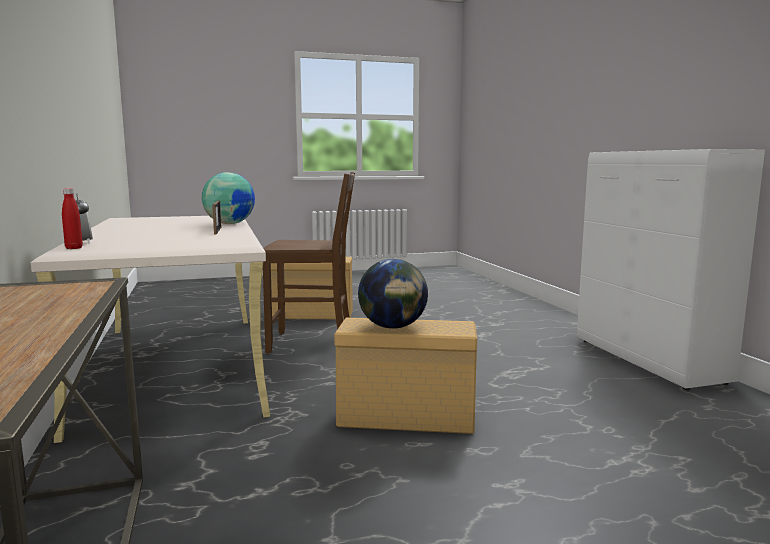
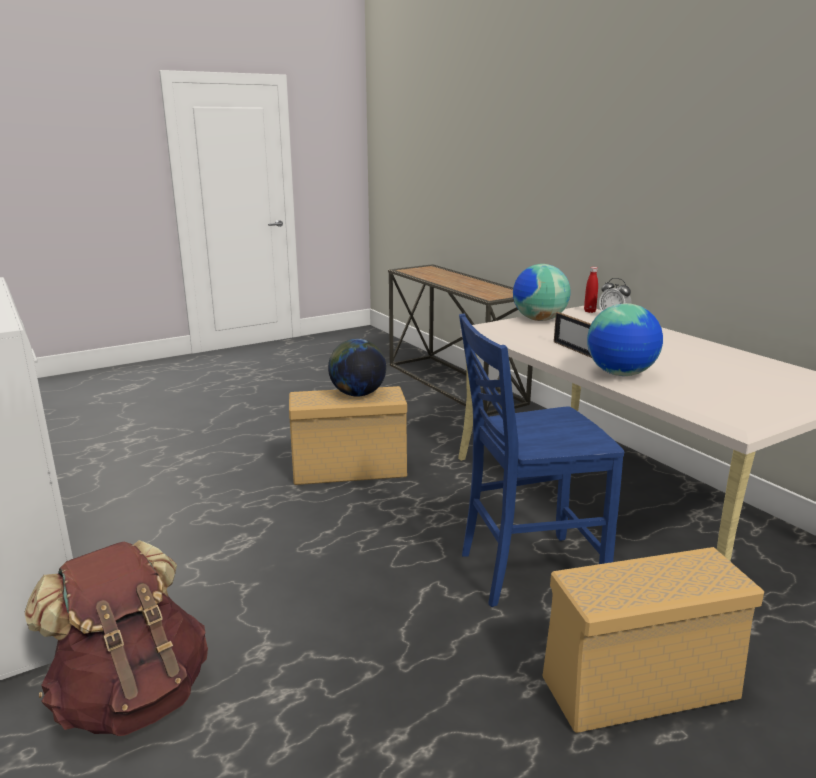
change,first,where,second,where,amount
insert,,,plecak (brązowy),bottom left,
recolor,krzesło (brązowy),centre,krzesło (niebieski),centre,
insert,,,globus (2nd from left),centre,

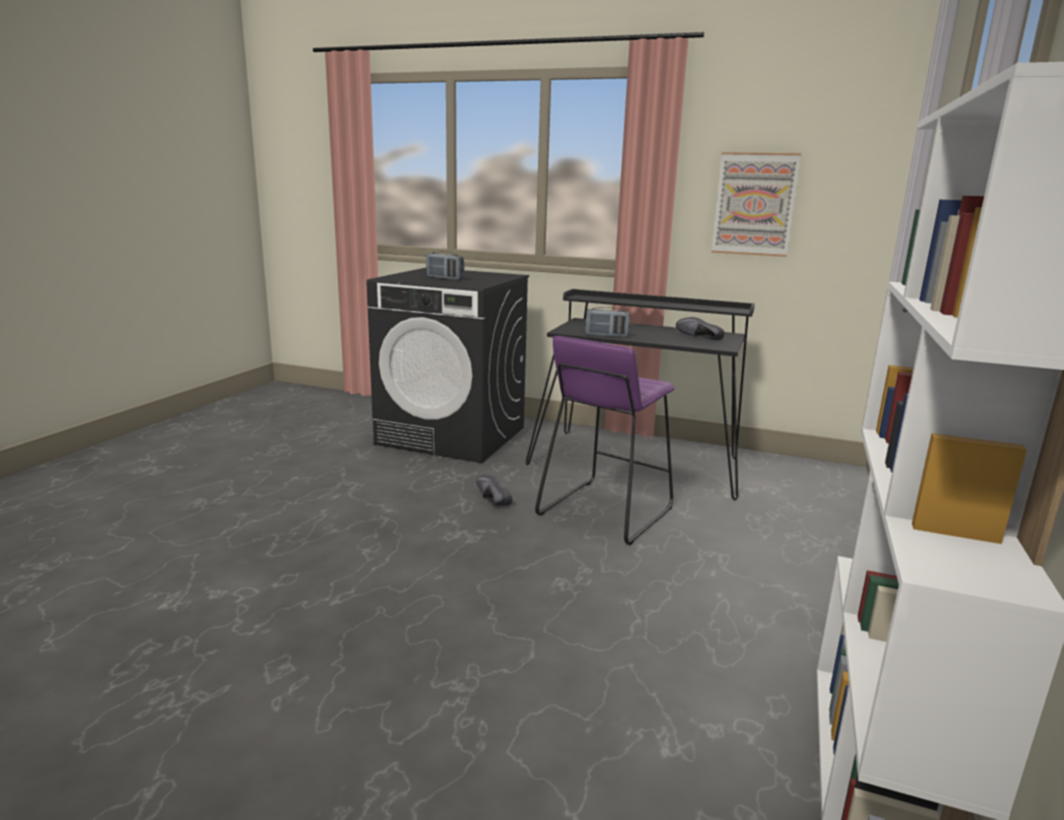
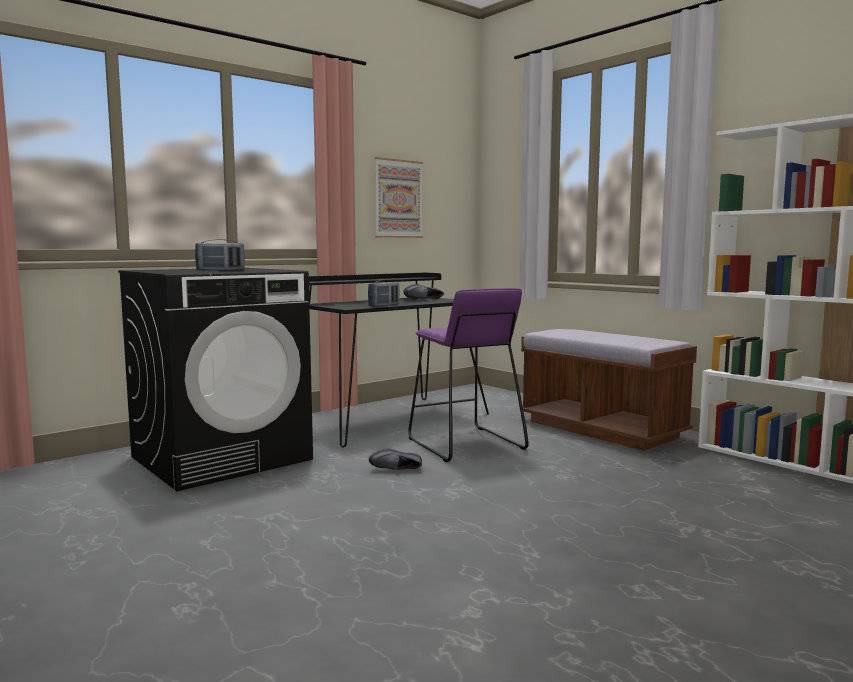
change,first,where,second,where,amount
insert,,,ławka (brązowy),middle right,

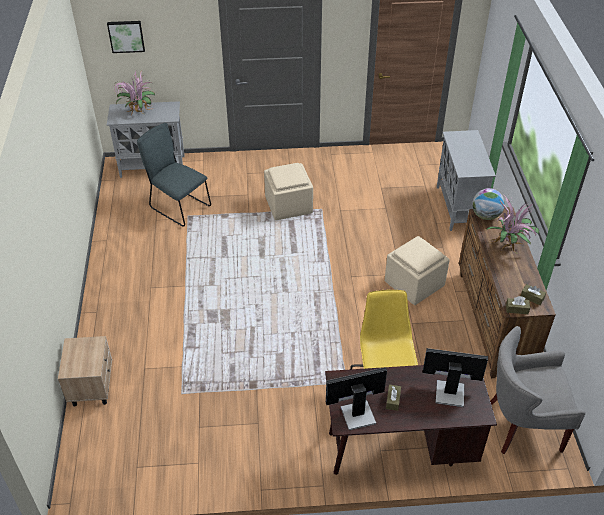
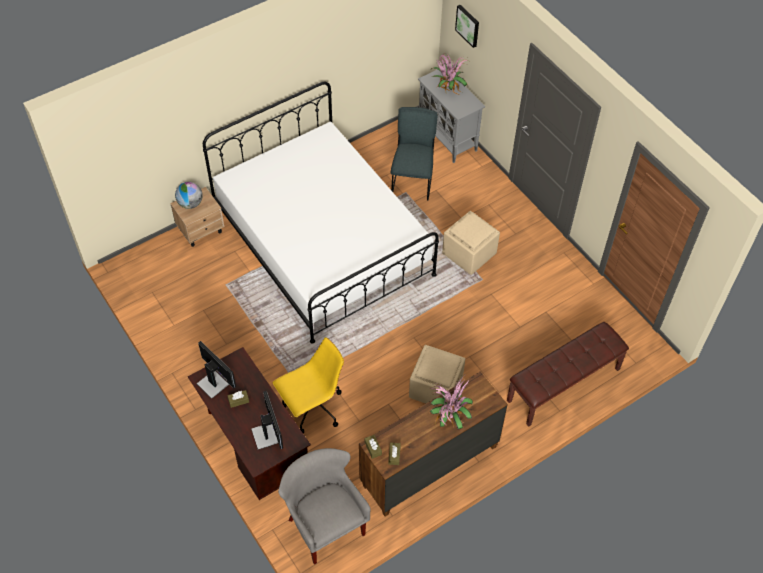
change,first,where,second,where,amount
move,globus,middle right,,middle left,
insert,,,łóżko (biały),centre,
replace,szafka (szary) (2nd from left),middle right,ławka (brązowy),middle right,

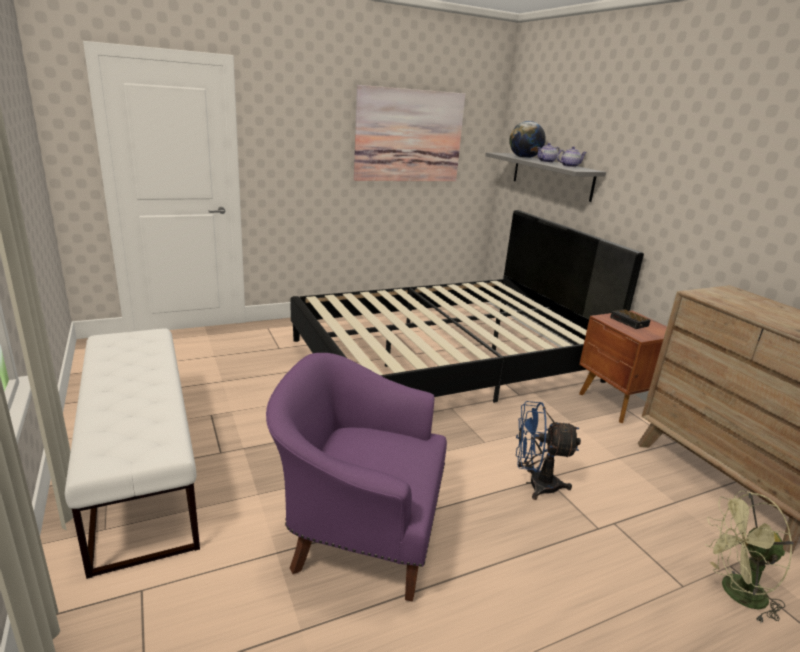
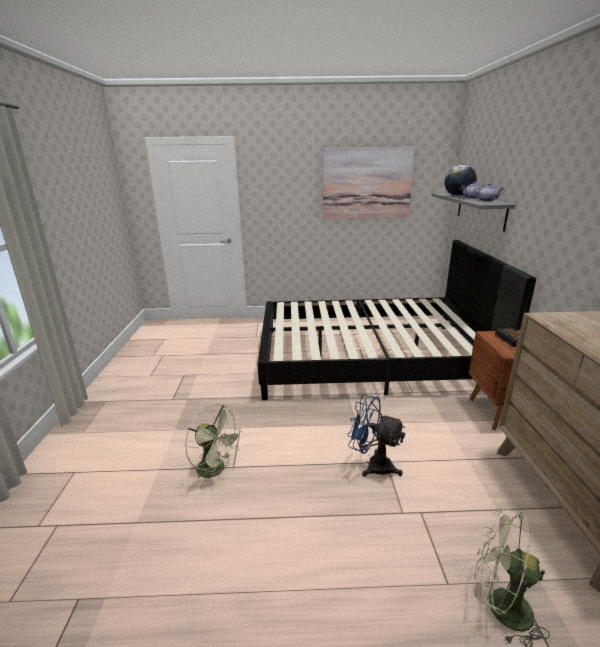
change,first,where,second,where,amount
replace,fotel (fioletowy),bottom centre,wentylator (zielony) (1st from left),bottom centre,
delete,ławka (biały),bottom left,,,

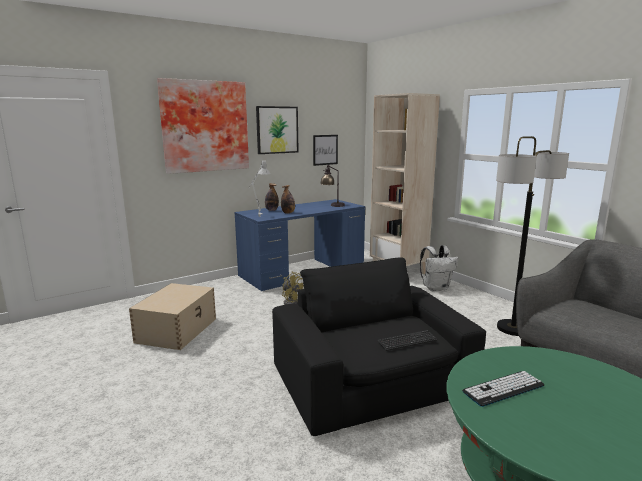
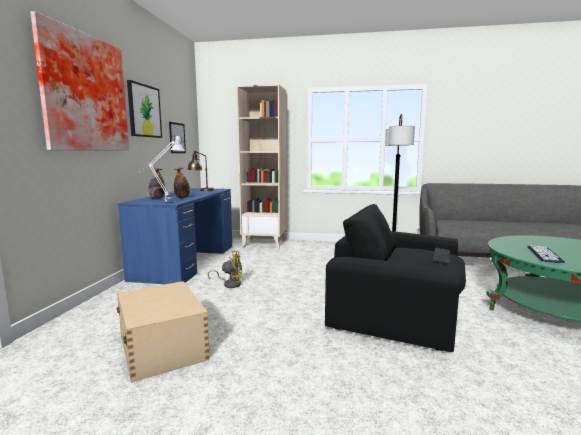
change,first,where,second,where,amount
delete,plecak (biały),middle right,,,

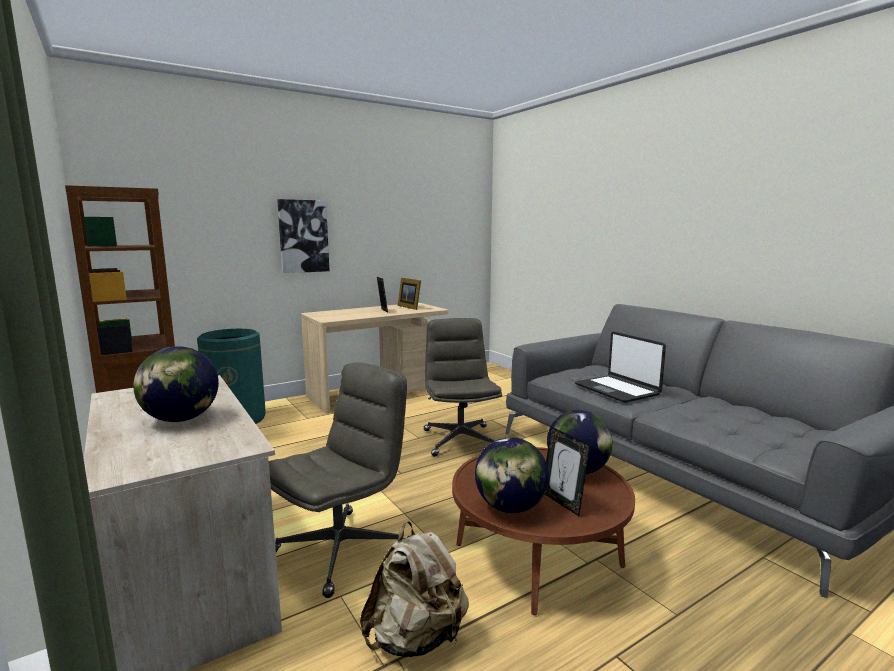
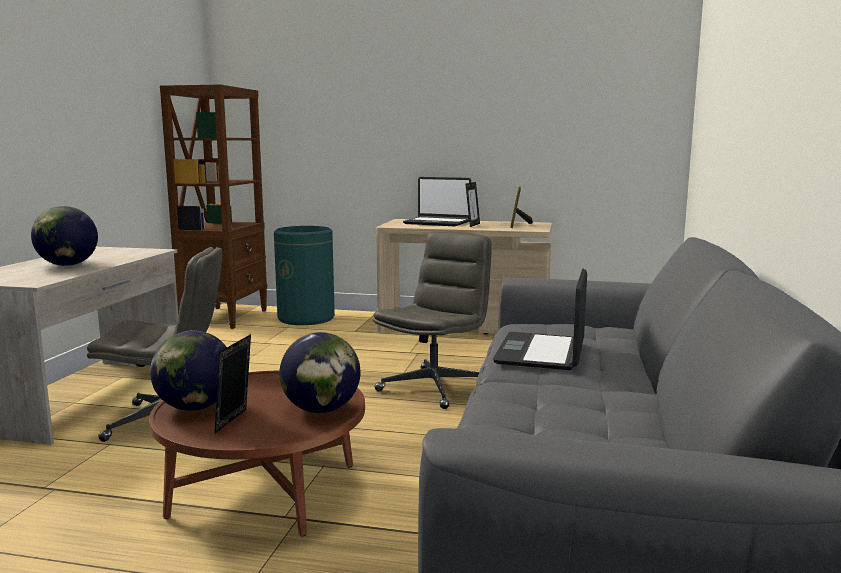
change,first,where,second,where,amount
insert,,,laptop (1st from left),centre,
delete,obraz,centre,,,
delete,plecak (beżowy),bottom centre,,,

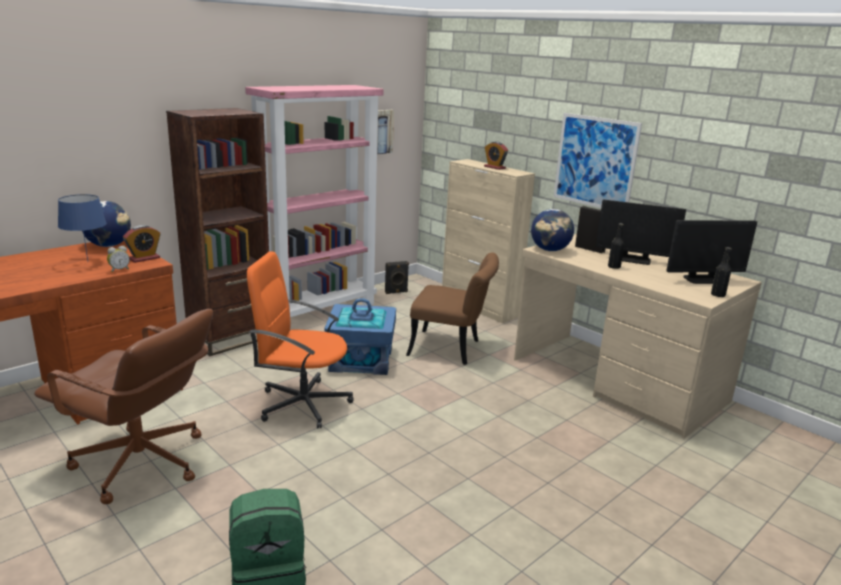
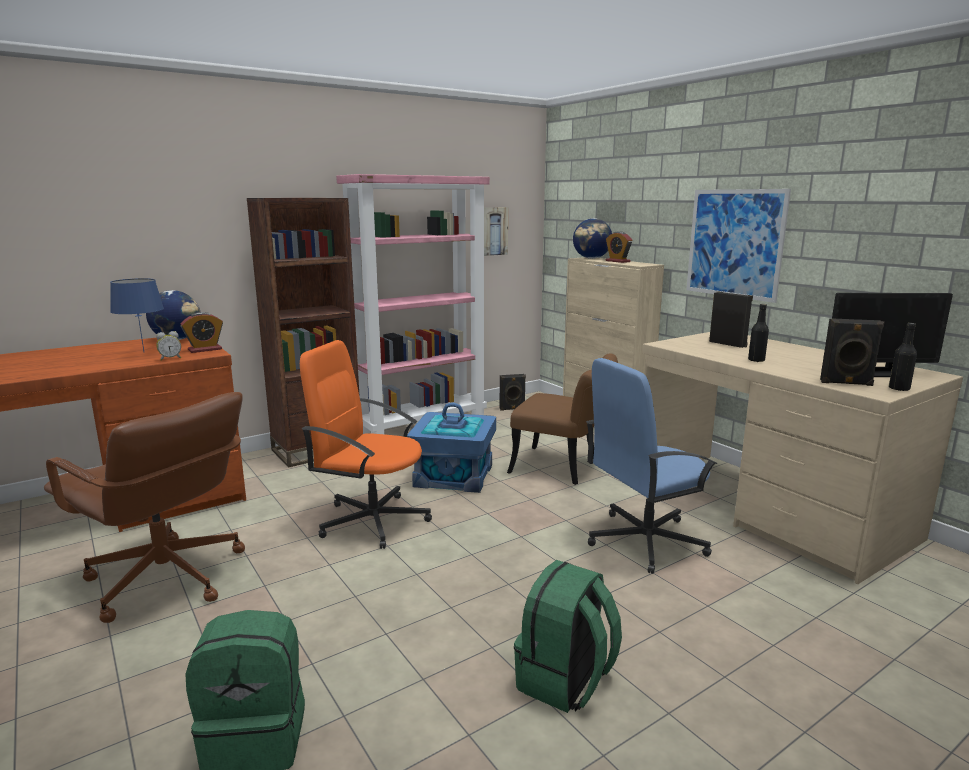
change,first,where,second,where,amount
insert,,,plecak (zielony) (2nd from left),bottom centre,
move,globus (2nd from left),centre,,top centre,
insert,,,krzesło biurowe (niebieski),middle right,
insert,,,głośnik (czarny) (3rd from left),middle right,
delete,monitor (1st from left),middle right,,,

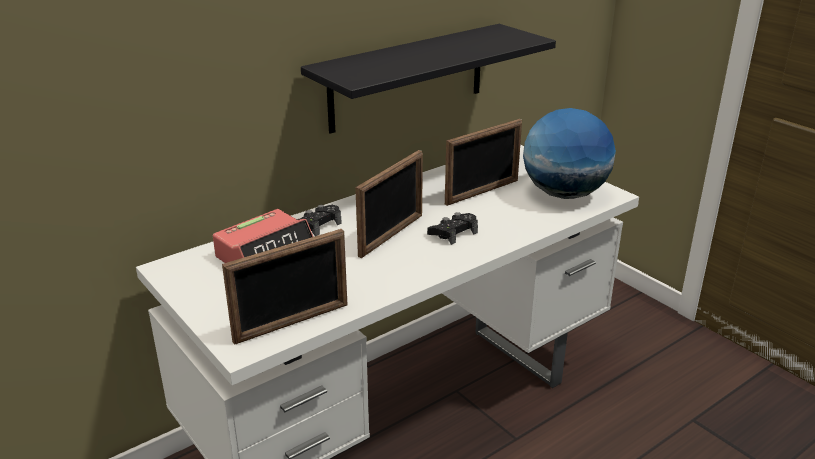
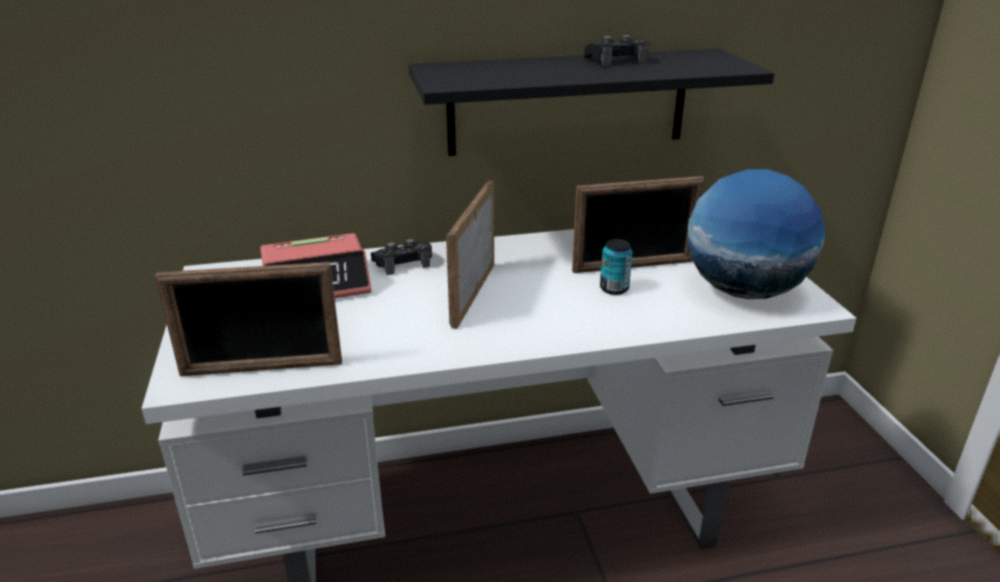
change,first,where,second,where,amount
rotate,ramka na zdjęcie (2nd from left),centre,,centre,135 degrees clockwise
move,pad do gier (czarny) (2nd from left),centre,,top centre,
insert,,,puszka,centre,

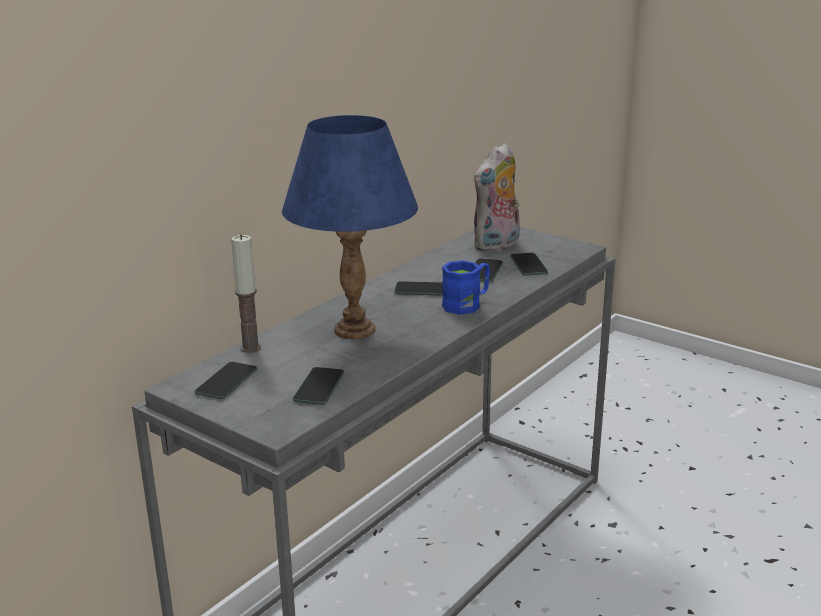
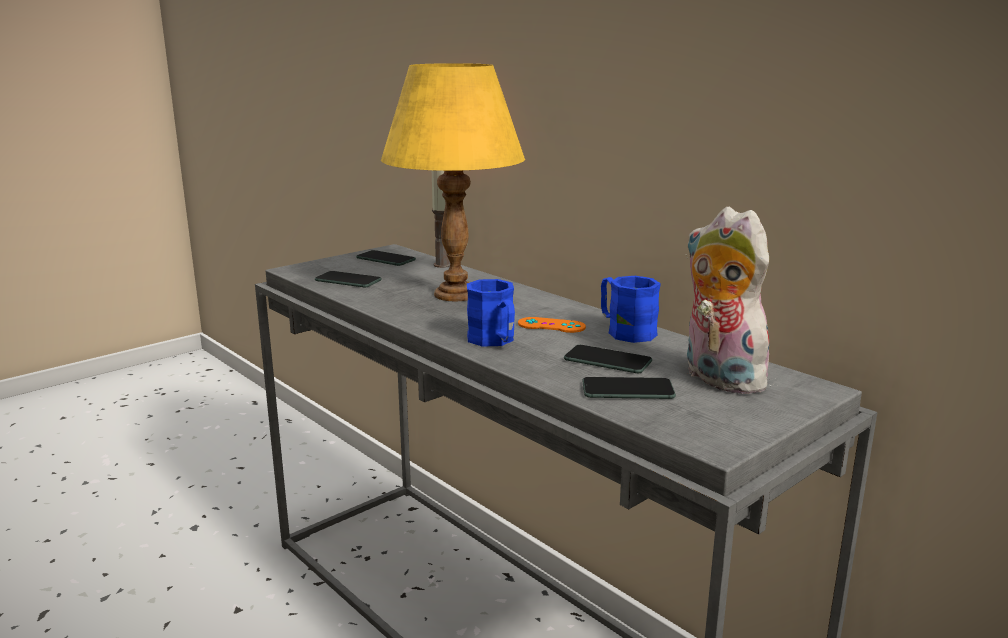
change,first,where,second,where,amount
recolor,lampa stołowa (niebieski),centre,lampa stołowa (żółty),top centre,
replace,telefon (3rd from left),centre,pad do gier (pomarańczowy),centre,
insert,,,kubek (niebieski) (2nd from left),centre,

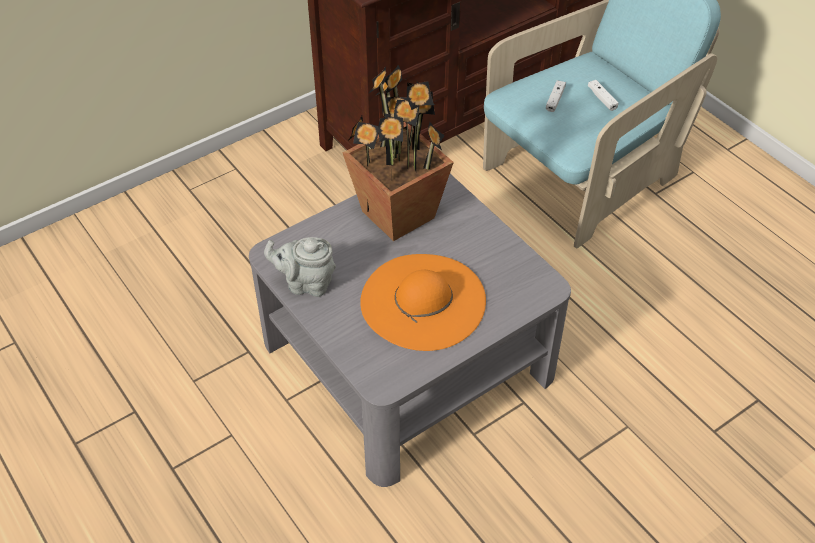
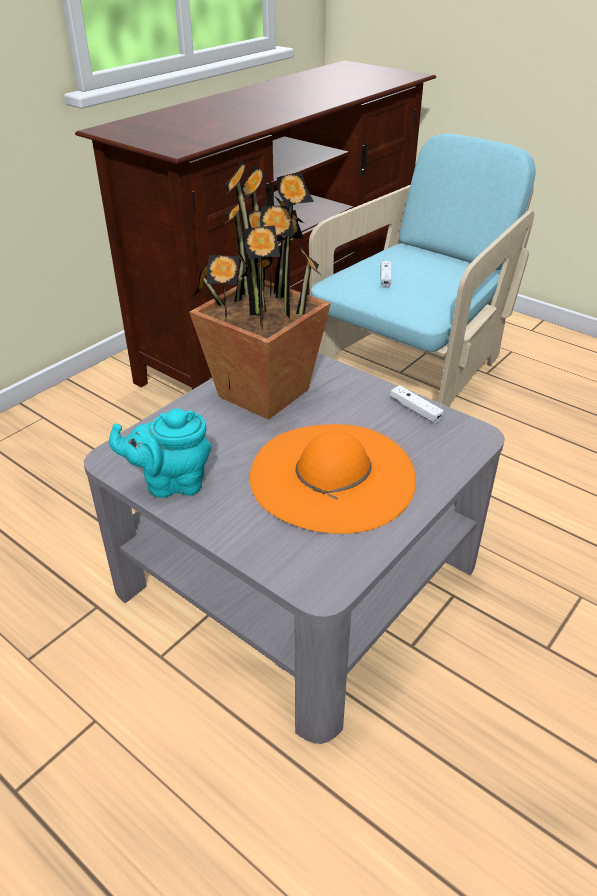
change,first,where,second,where,amount
recolor,imbryk (szary),centre,imbryk (turkusowy),middle left,
move,pad do gier (biały) (2nd from left),top right,,middle right,

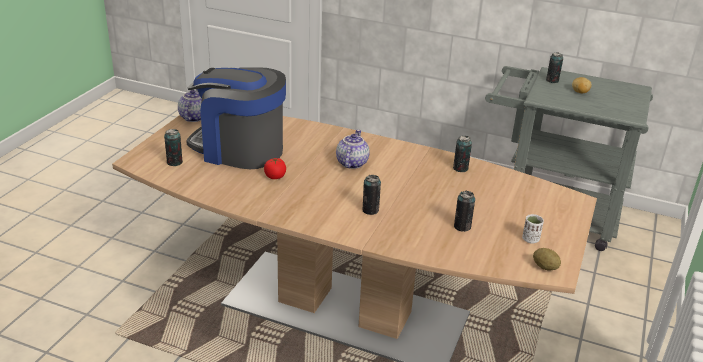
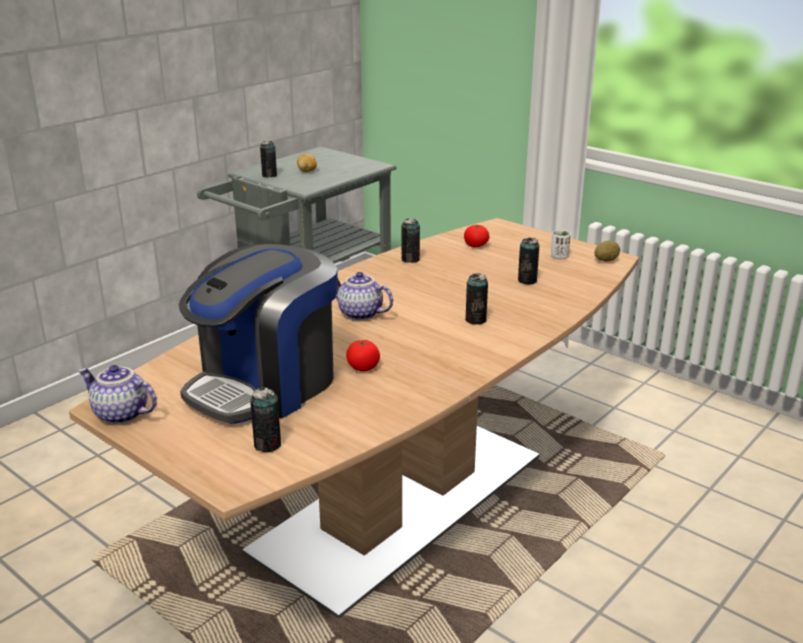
change,first,where,second,where,amount
insert,,,pomidor (2nd from left),centre,

